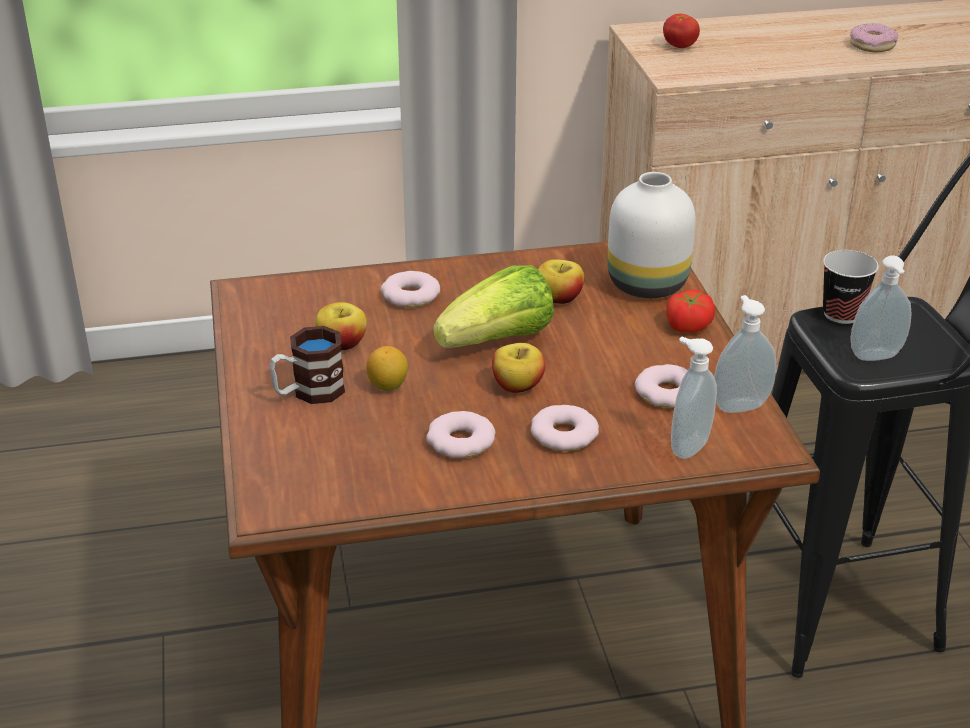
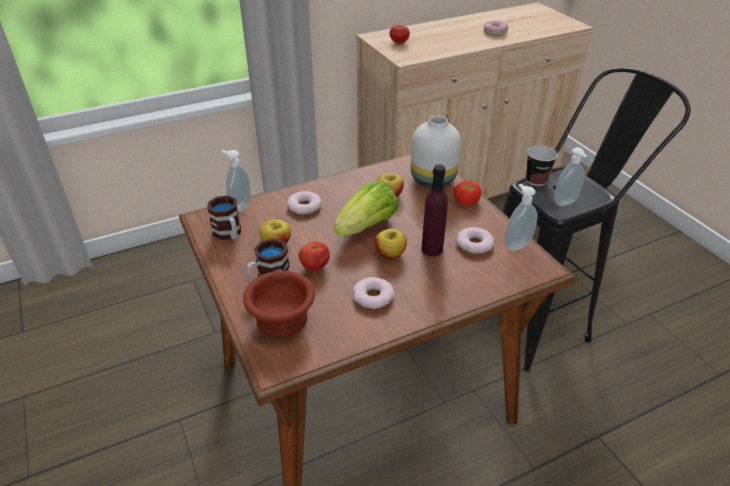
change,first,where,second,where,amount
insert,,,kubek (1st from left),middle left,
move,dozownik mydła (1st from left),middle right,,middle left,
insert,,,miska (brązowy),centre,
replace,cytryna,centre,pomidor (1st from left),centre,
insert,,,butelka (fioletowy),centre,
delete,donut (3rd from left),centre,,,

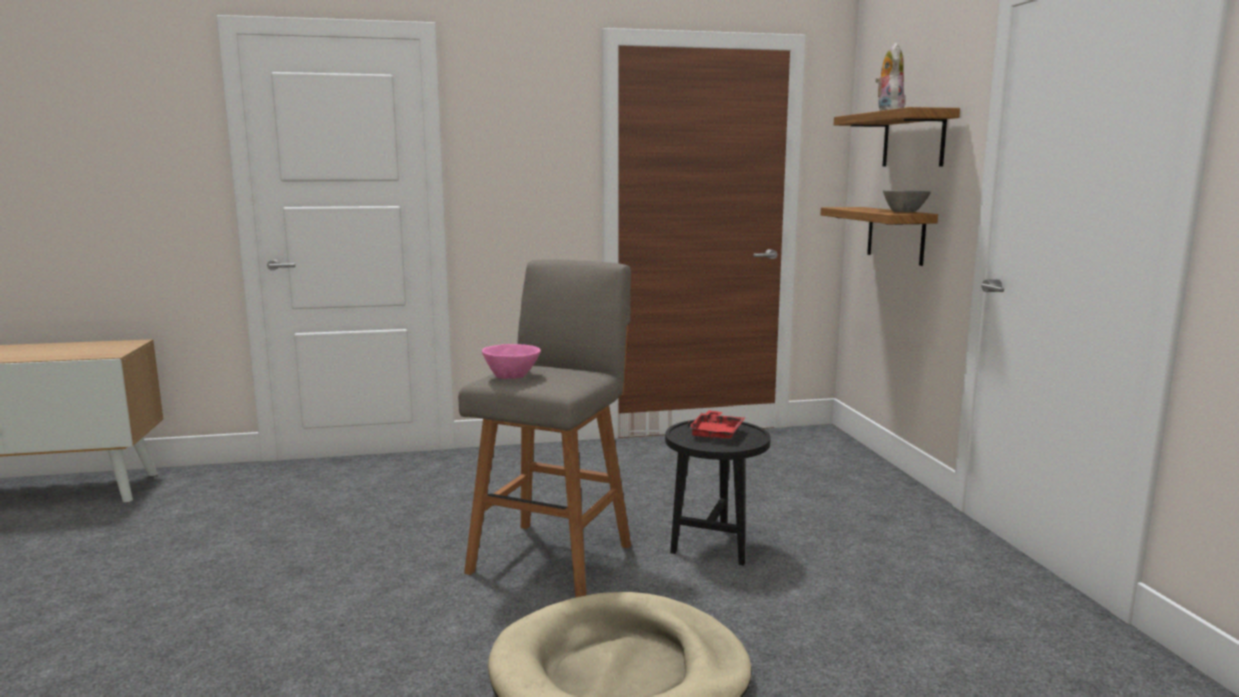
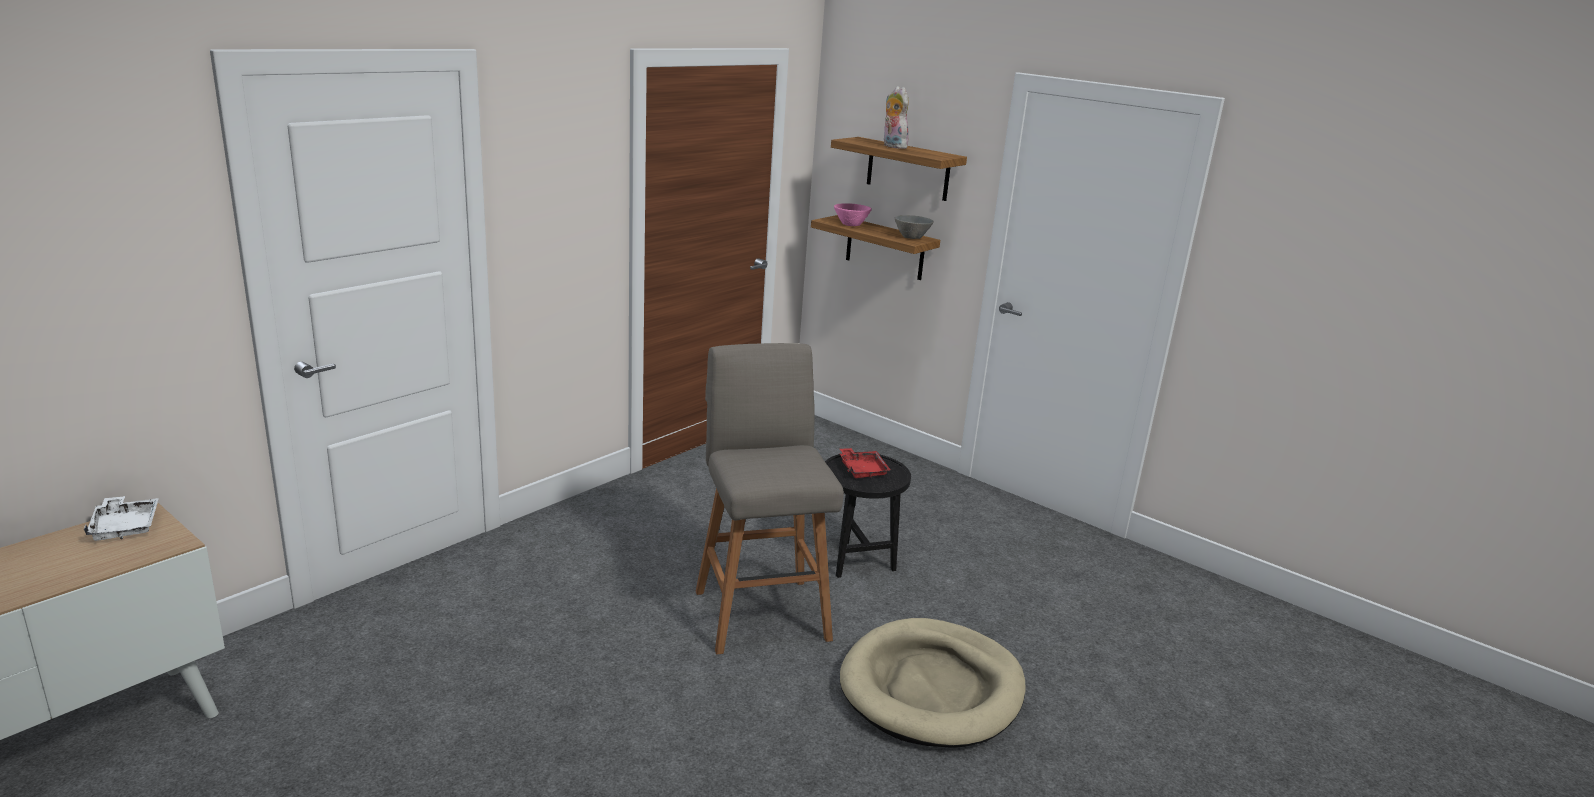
change,first,where,second,where,amount
insert,,,taca (biały),middle left,
move,miska (różowy),centre,,top centre,

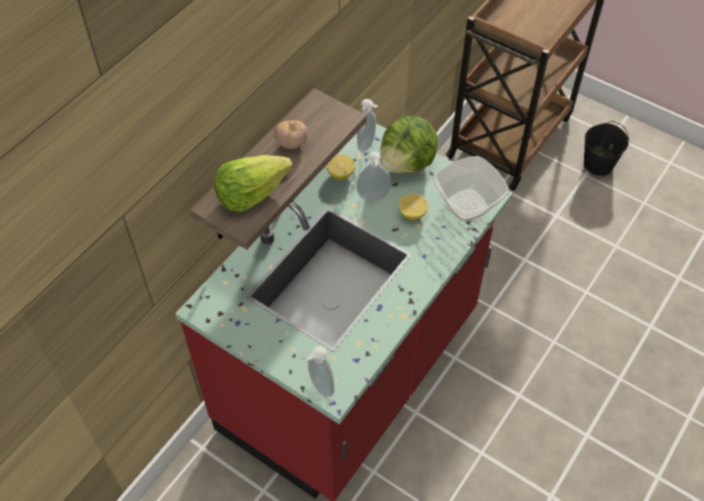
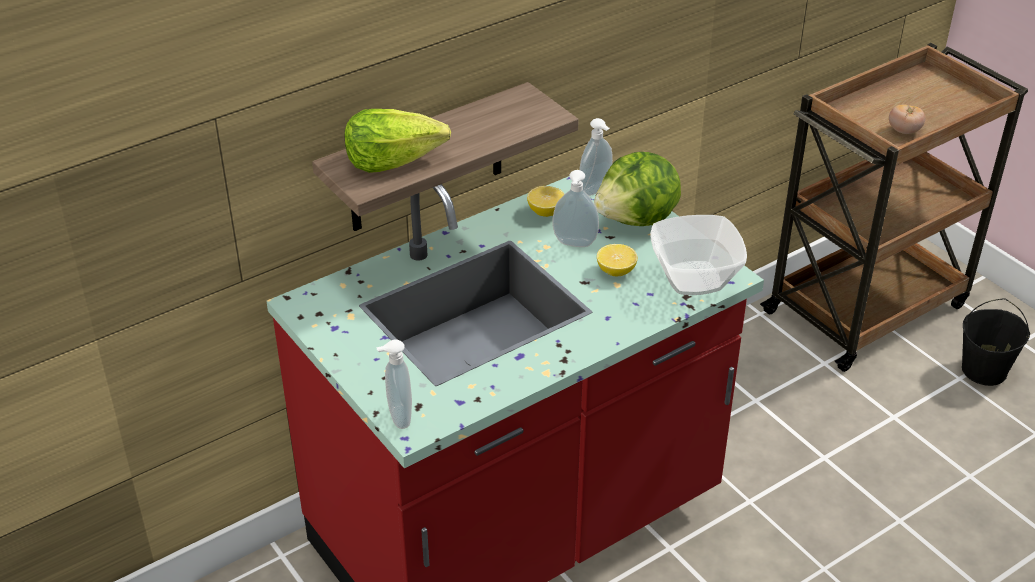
change,first,where,second,where,amount
move,pomidor,top centre,,top right,

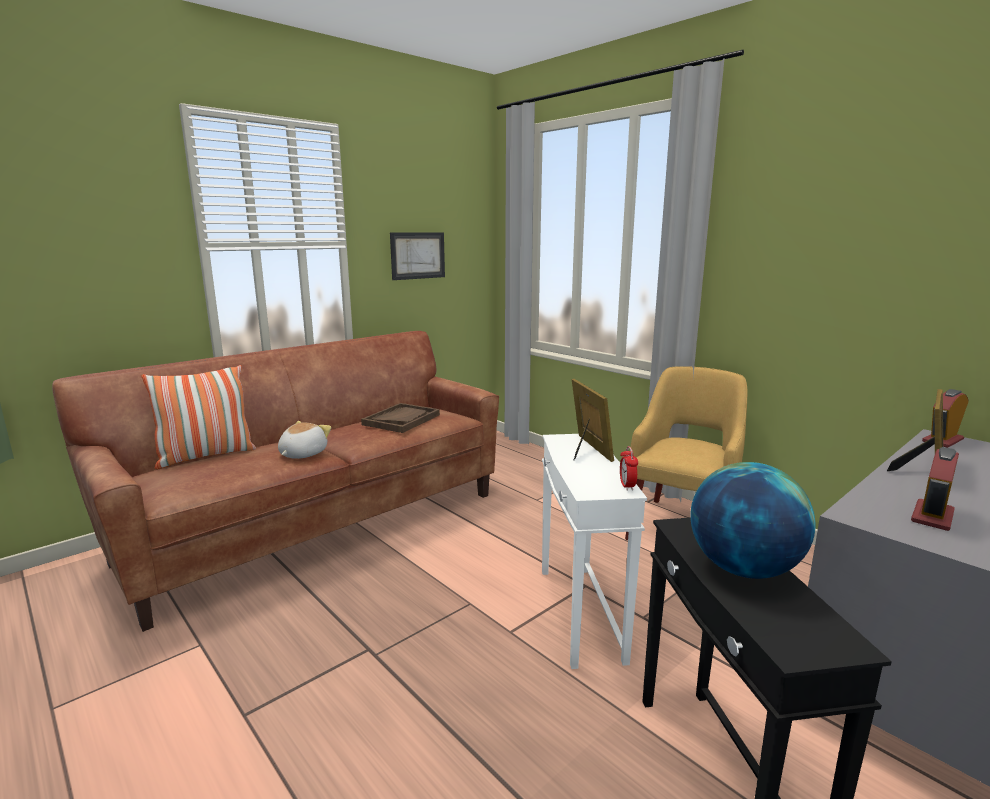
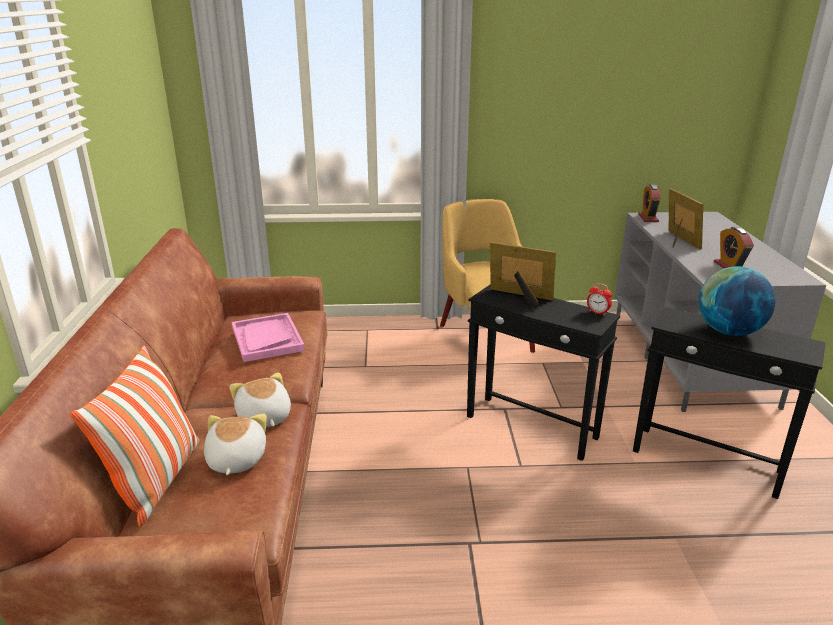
change,first,where,second,where,amount
insert,,,pluszak (1st from left),bottom left,
recolor,taca (brązowy),centre,taca (różowy),middle left,
recolor,stolik (biały),bottom centre,stolik (czarny) (1st from left),centre,
delete,obraz,top centre,,,

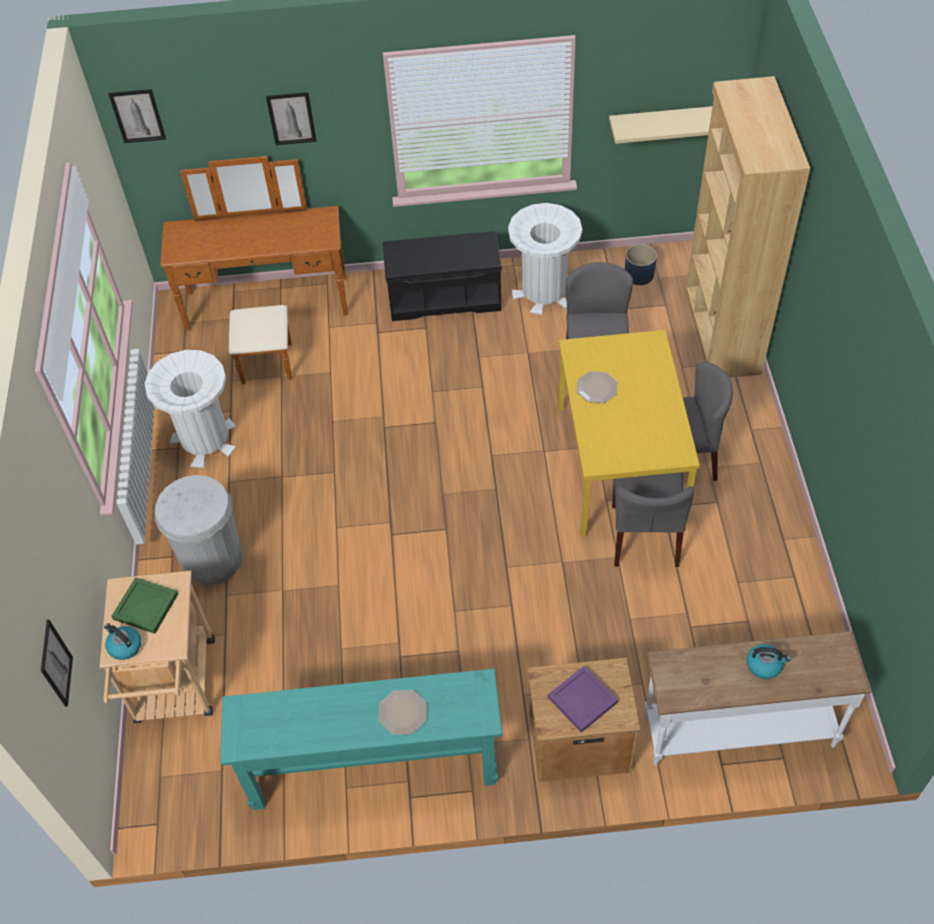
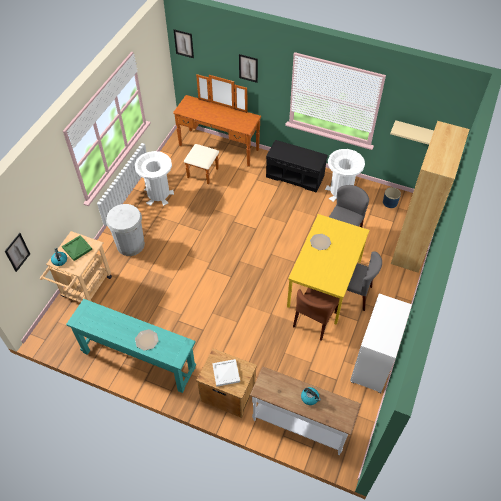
change,first,where,second,where,amount
recolor,taca (fioletowy),bottom centre,taca (biały),bottom centre,
recolor,krzesło (szary) (2nd from left),middle right,krzesło (brązowy),centre,
insert,,,szafka (biały),bottom right,

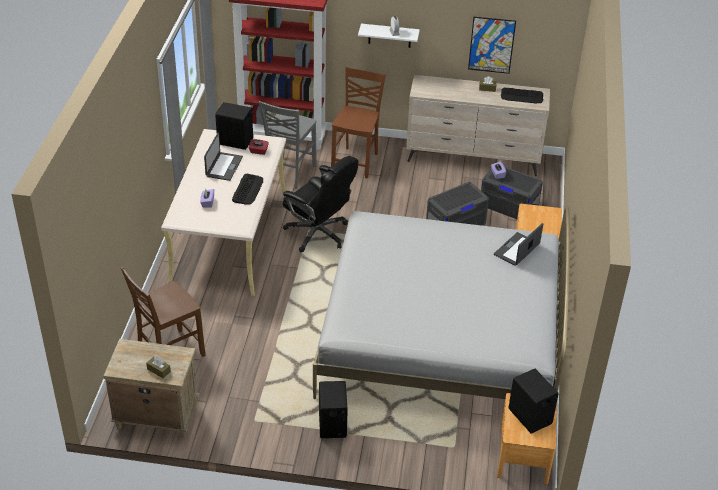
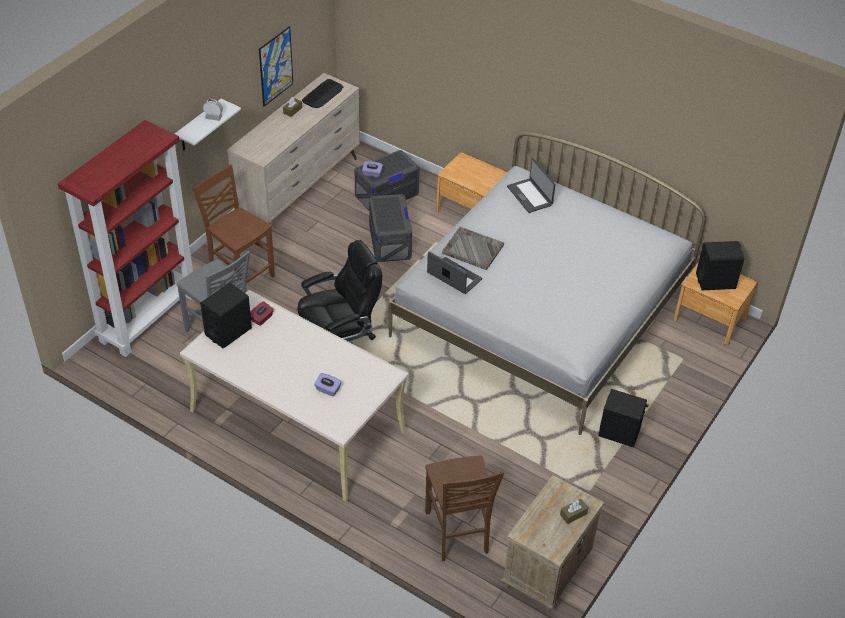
change,first,where,second,where,amount
move,laptop (1st from left),top left,,centre,
insert,,,taca (szary),centre,
delete,klawiatura (1st from left),centre,,,

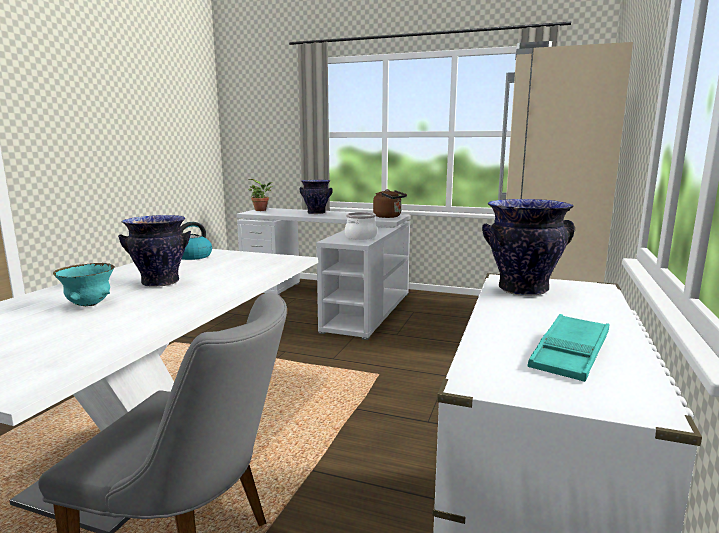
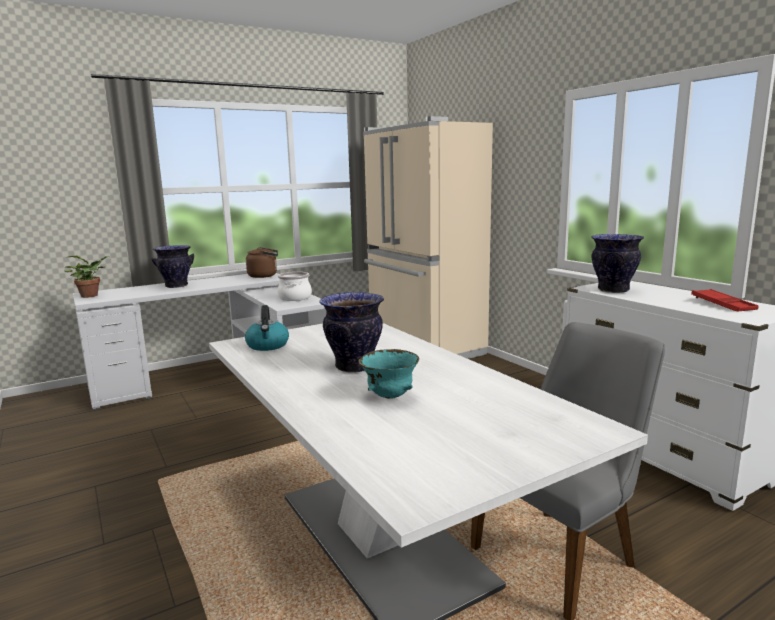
change,first,where,second,where,amount
recolor,taca (turkusowy),middle right,taca (czerwony),middle right,

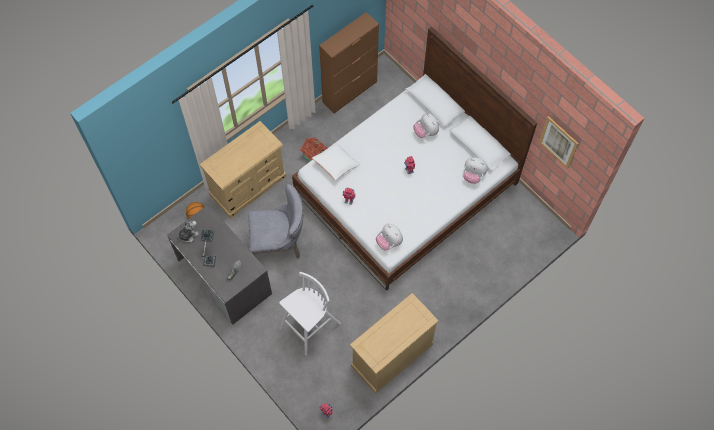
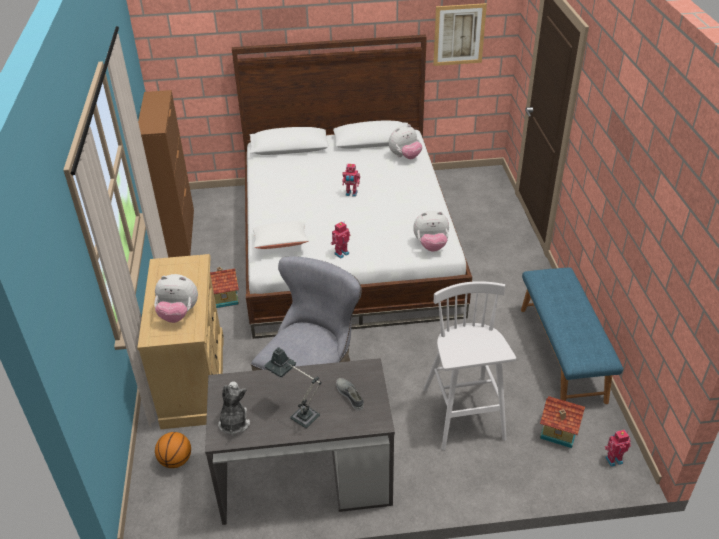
change,first,where,second,where,amount
move,pluszak (3rd from left in the first image),top centre,pluszak (1st from left),middle left,
replace,komoda (beżowy) (2nd from left),bottom centre,ławka (niebieski),middle right,
insert,,,domek (2nd from left),bottom right,

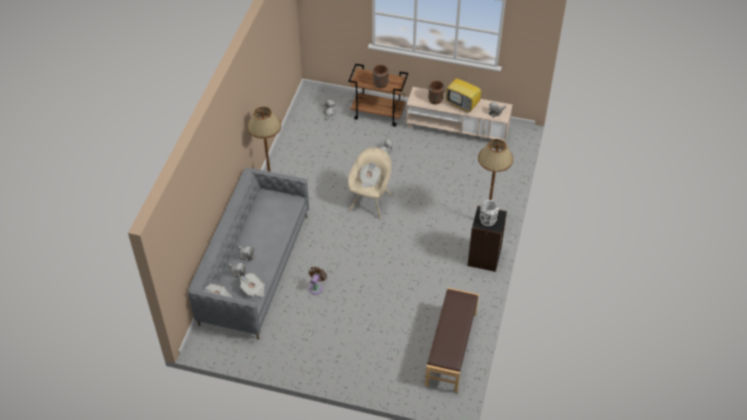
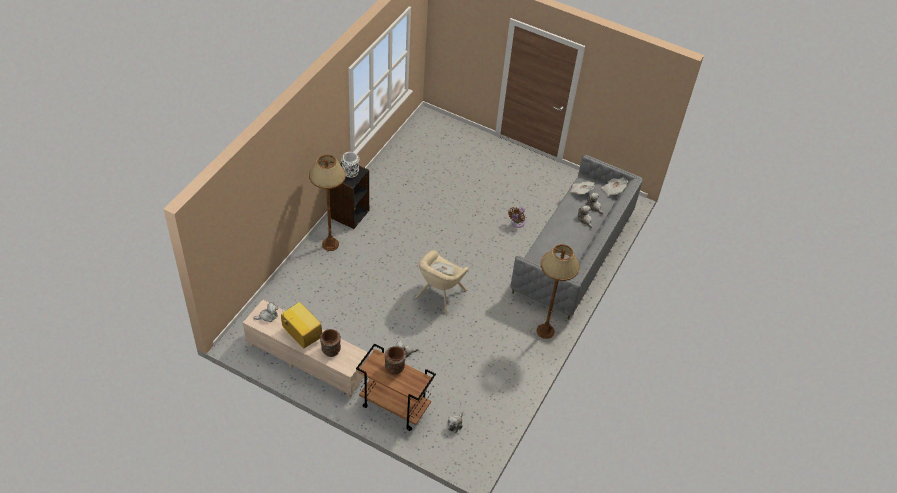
change,first,where,second,where,amount
delete,ławka (brązowy),bottom centre,,,

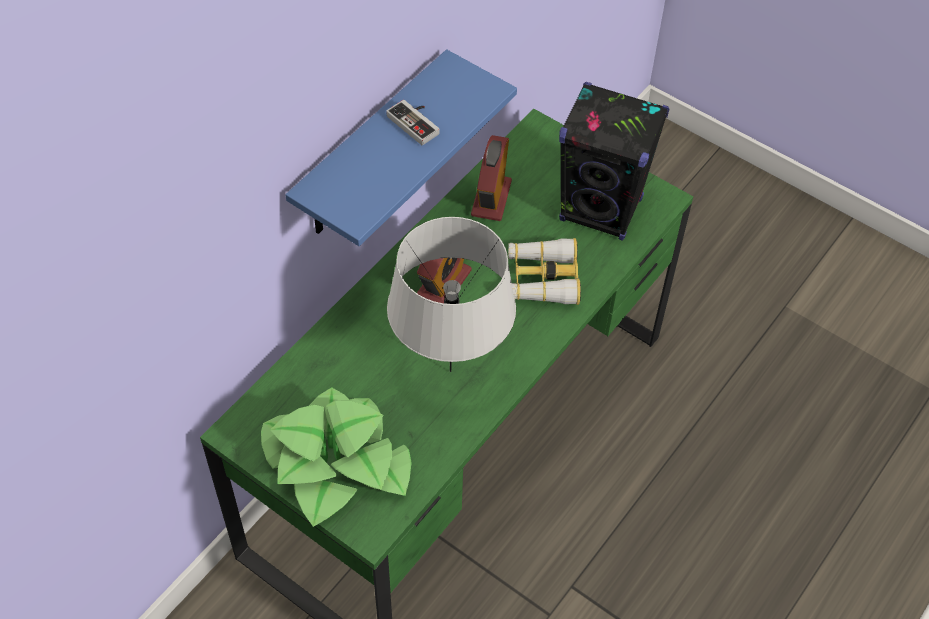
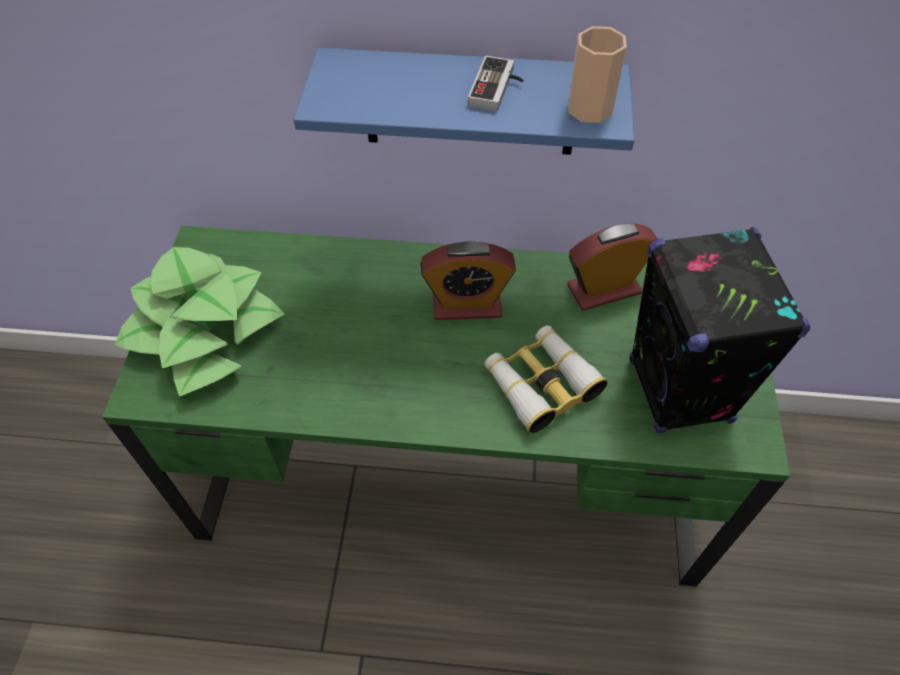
change,first,where,second,where,amount
insert,,,filiżanka,top centre,
delete,lampa stołowa (szary),centre,,,

